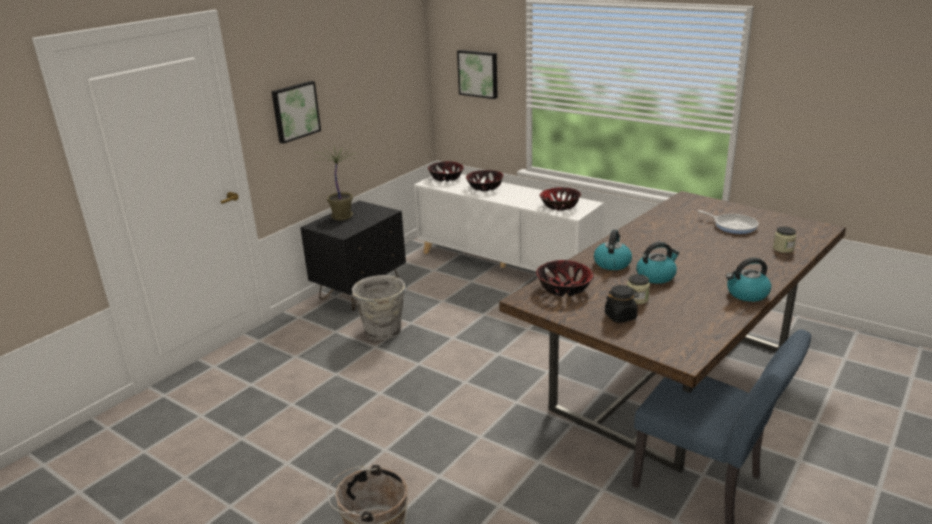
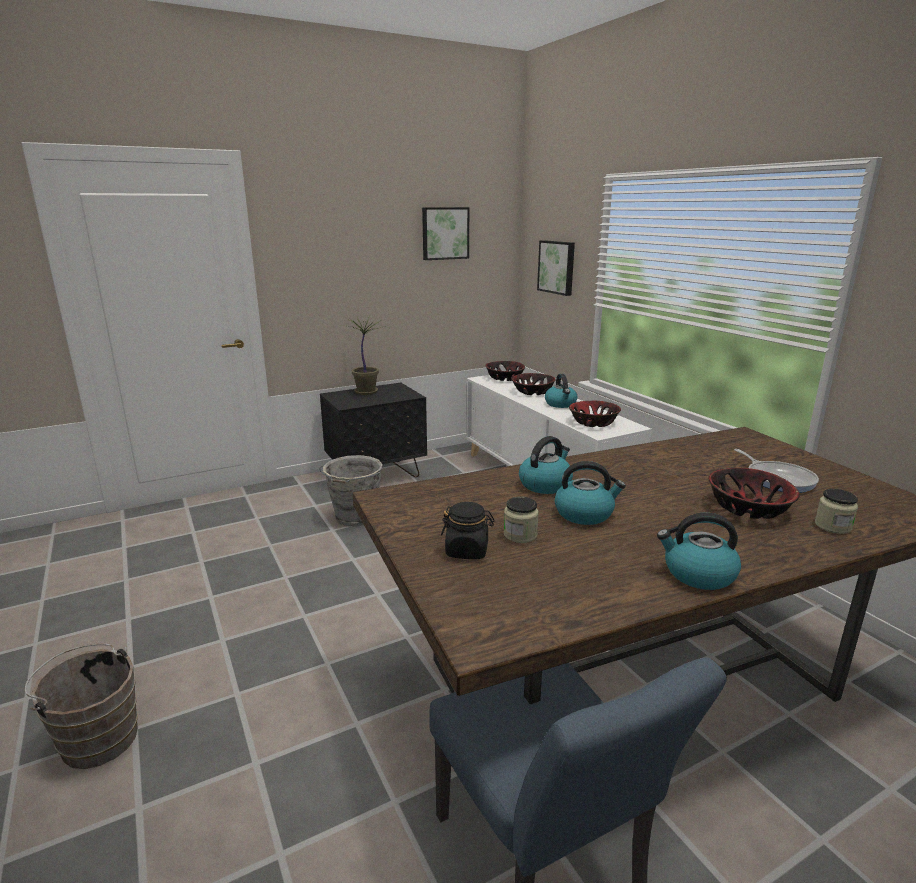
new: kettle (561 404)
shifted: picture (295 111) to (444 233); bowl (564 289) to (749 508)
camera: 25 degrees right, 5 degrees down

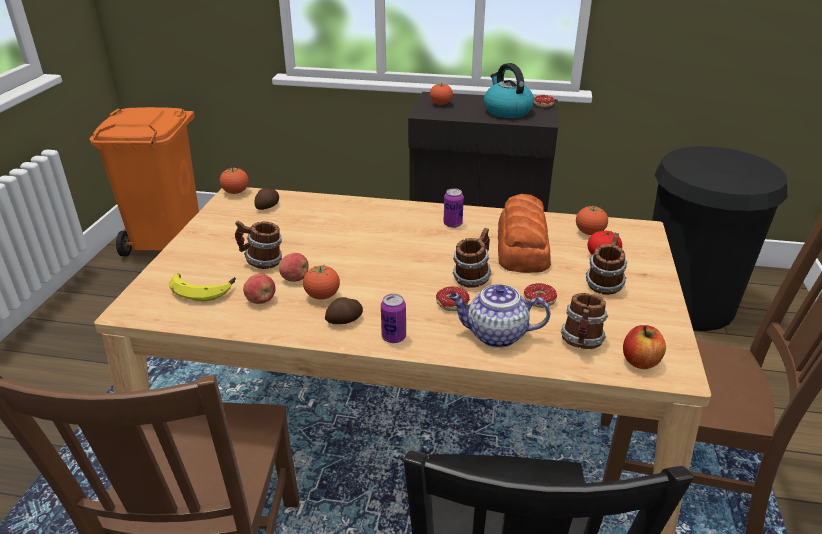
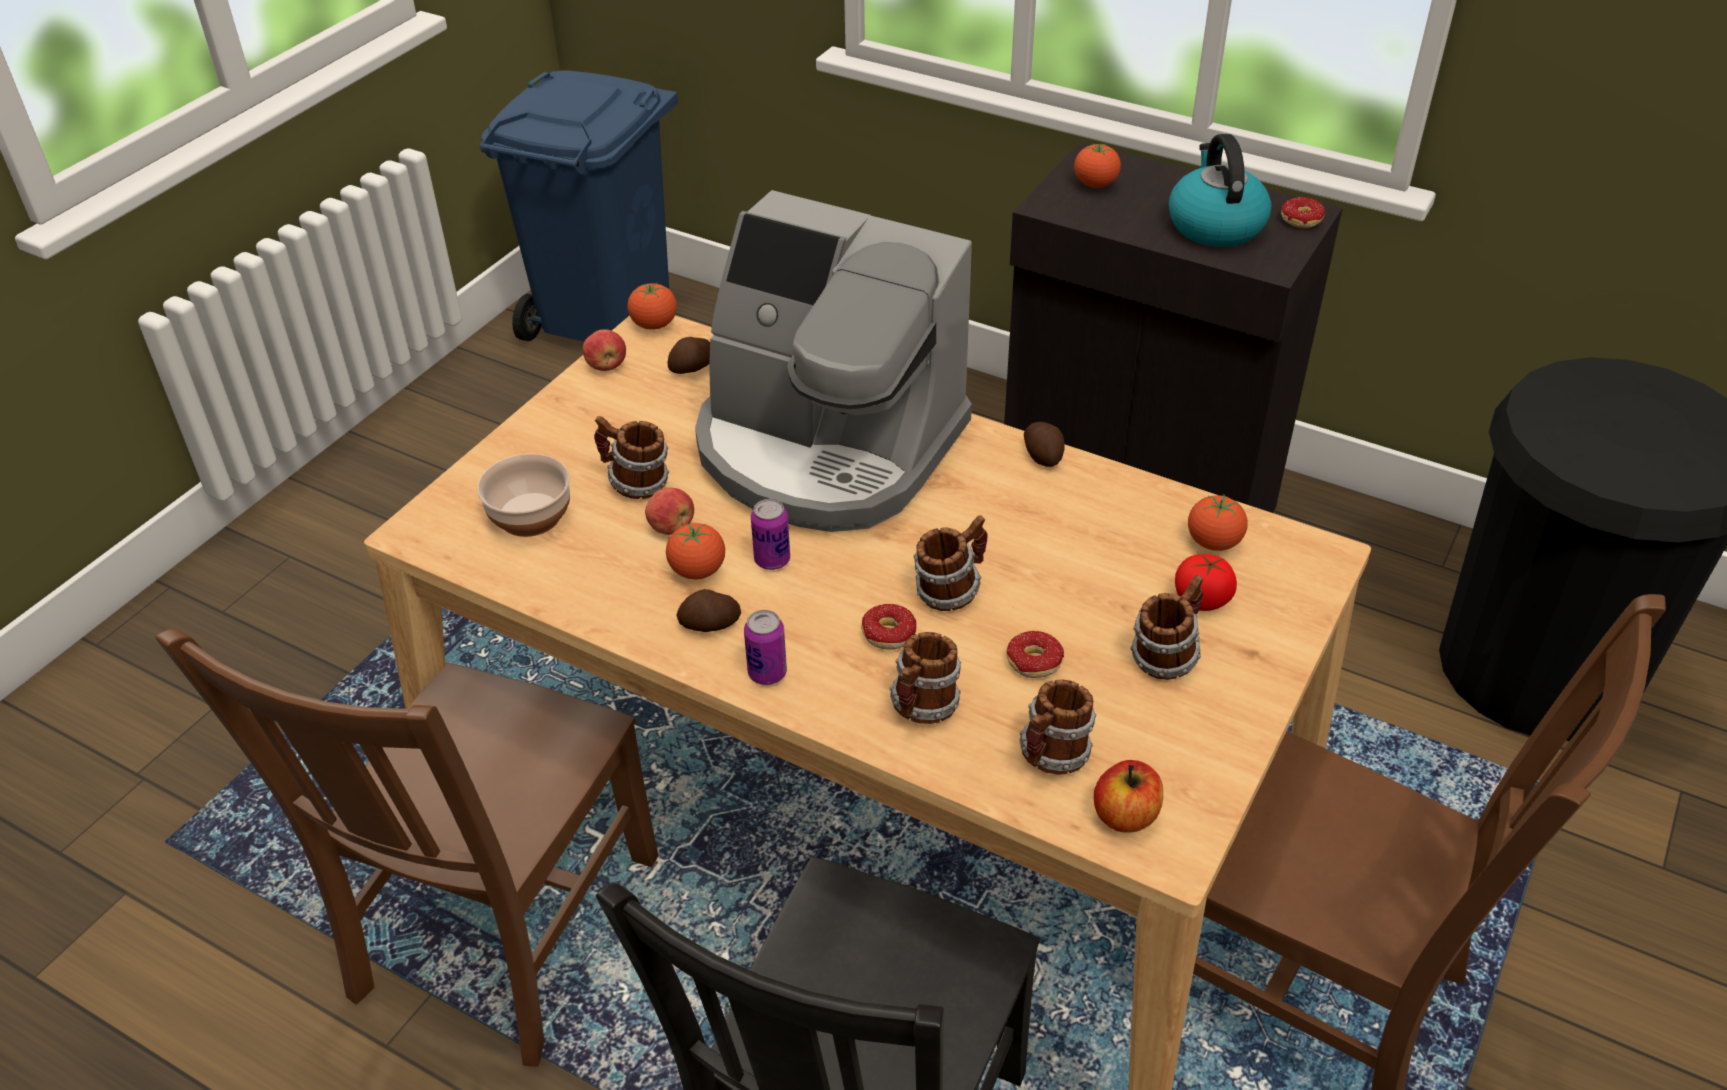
gone: bread (522 246)
new: coffee machine (827 448); potato (1043 455)
shifted: apple (261 300) to (606 366); can (452 224) to (772 560)
swapped: banana (203 289) to bowl (530 517); teapot (495 335) to mug (923 709)
repainted: orange trash can (169 241) to blue trash can (609 323)
camera: 20 degrees right, 10 degrees up

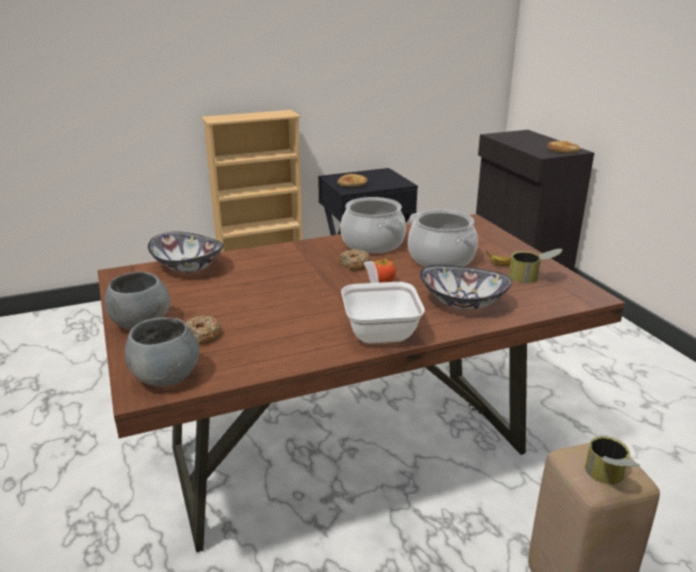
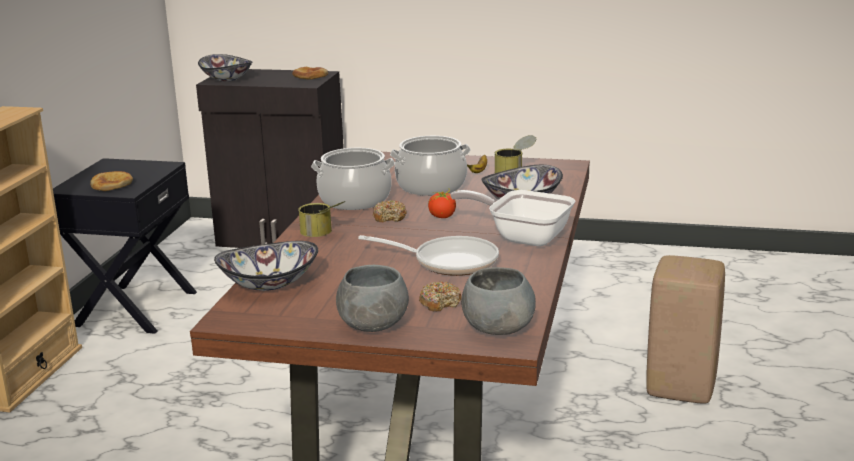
new: bowl (227 79); frying pan (448 262)
shifted: can (607 479) to (323 233)
camera: 55 degrees left, 5 degrees down

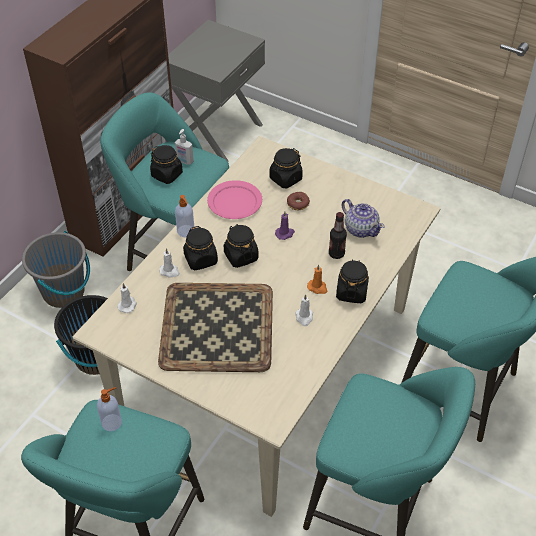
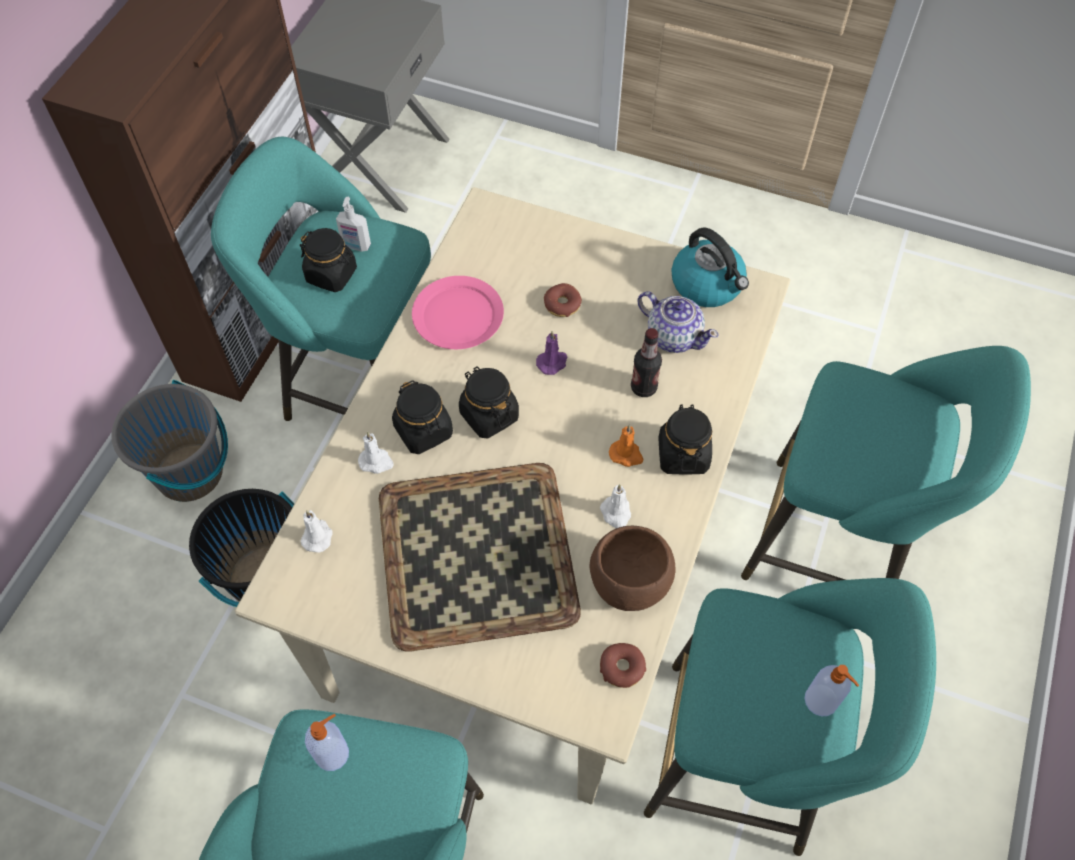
gone: black jar (285 179)
new: brown bowl (629 582); donut (622 667); kettle (708 285)
shifted: soap dispenser (186 231) to (822 701)
camera: 10 degrees left, 10 degrees up

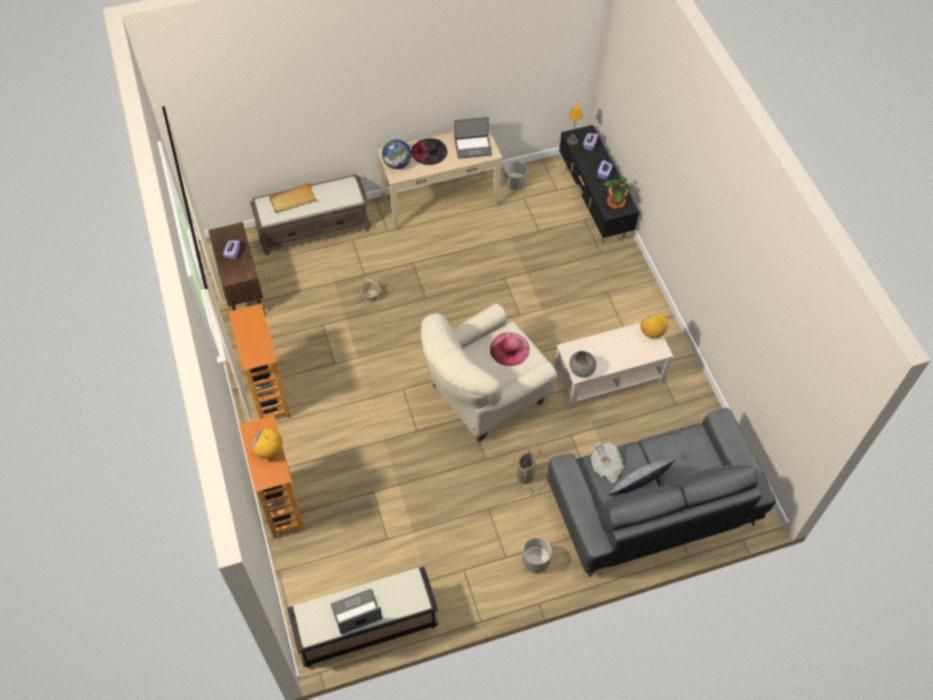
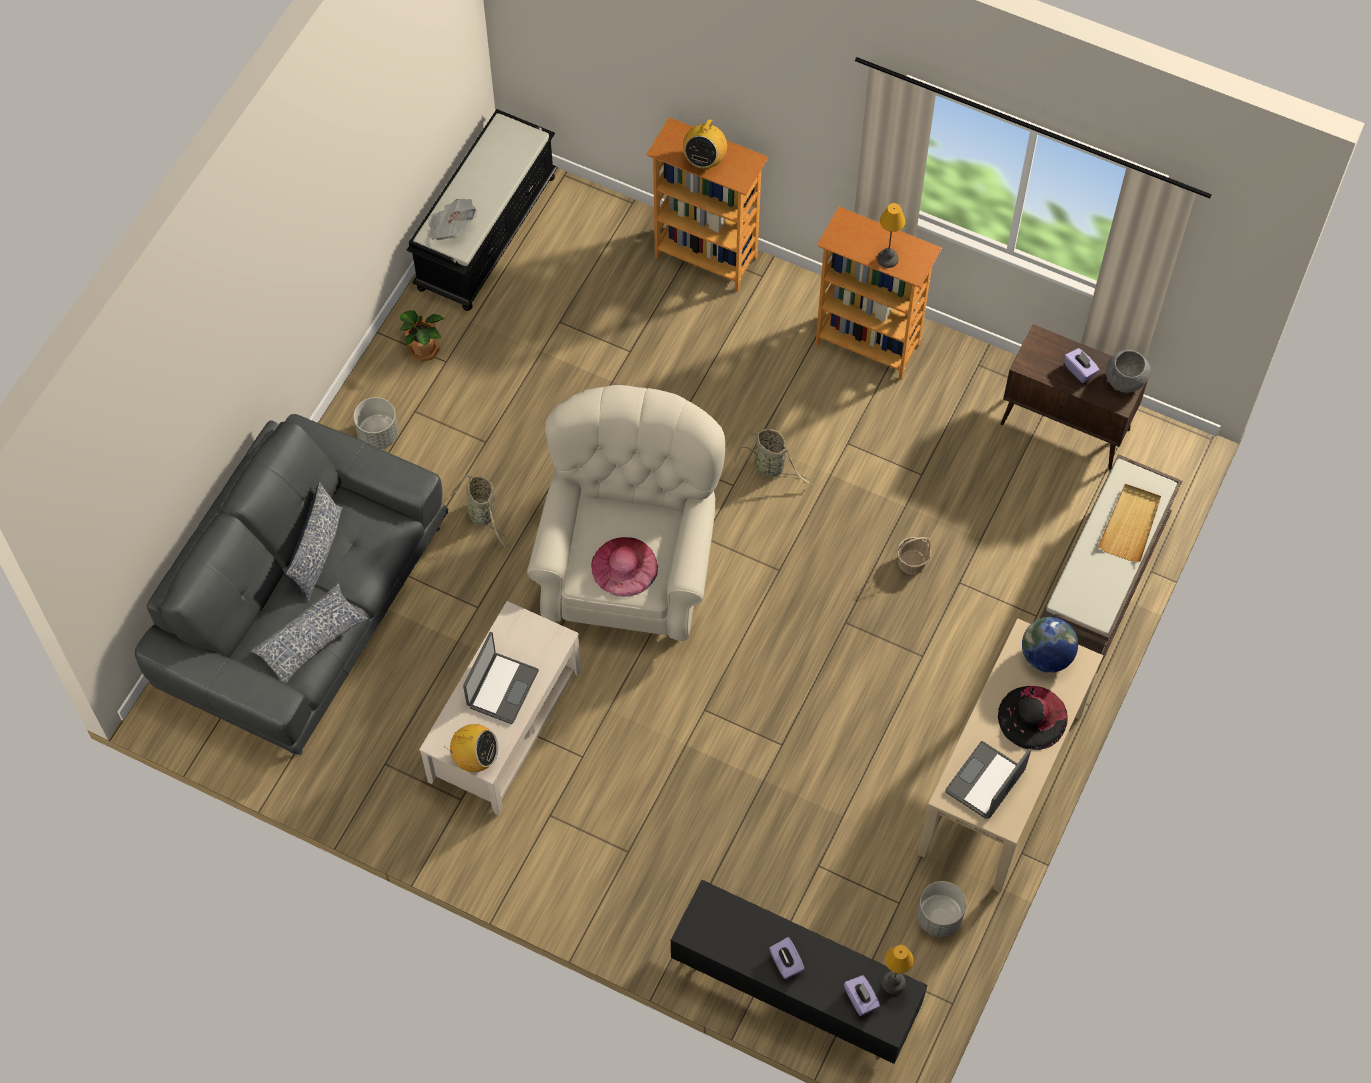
new: pillow (312 640); basket (771 467); table lamp (887 258)
shifted: laptop (356 613) to (501 688); grey bowl (581 370) to (1124 381); newspaper (606 467) to (452 227); potted plant (615 203) to (423 349)
rotated: radio (269 451) = (704 160) 135 degrees clockwise
camera: 135 degrees right, 5 degrees up

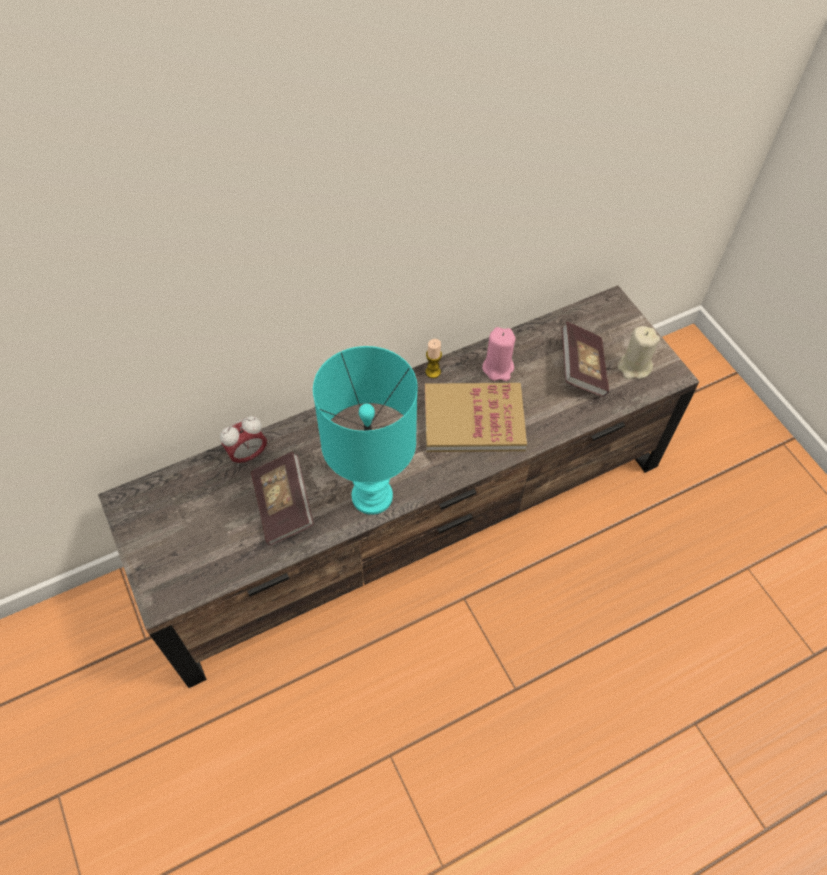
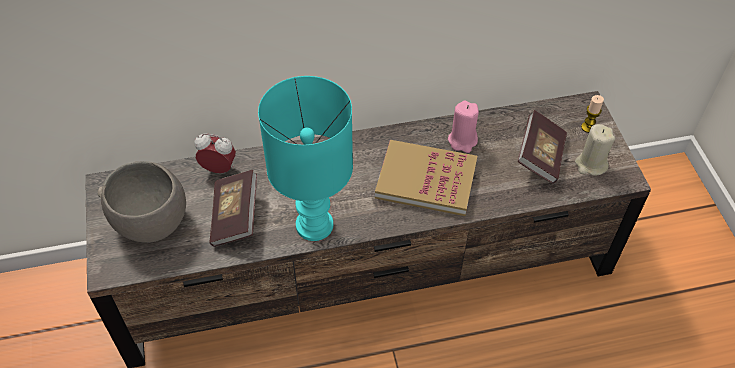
new: grey bowl (149 221)
shifted: candle (433 372) to (588 127)
rotated: alarm clock (248 455) = (219 169) 150 degrees counterclockwise
camera: 15 degrees right, 5 degrees down

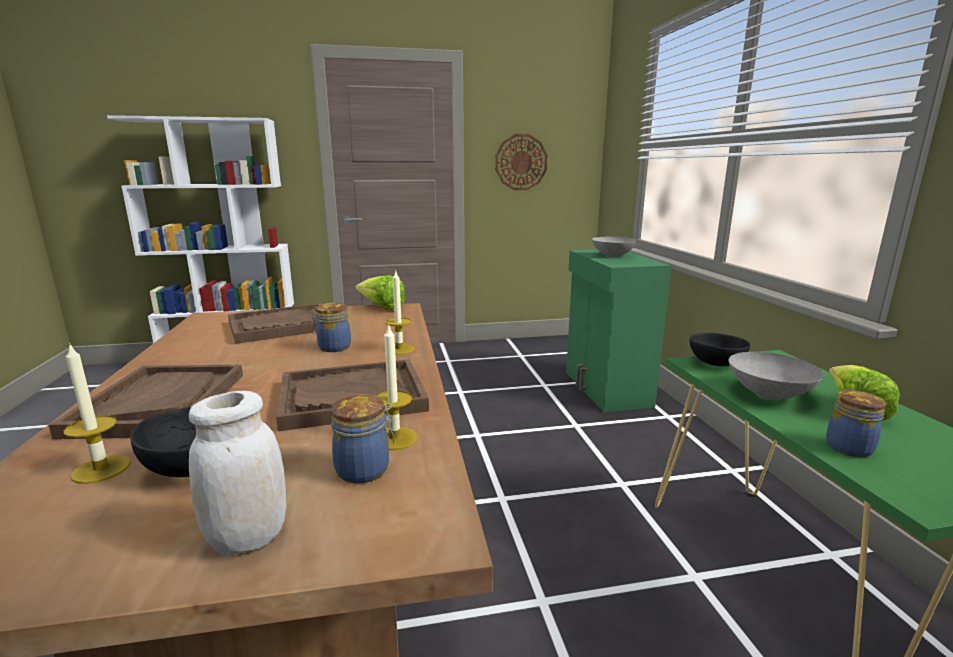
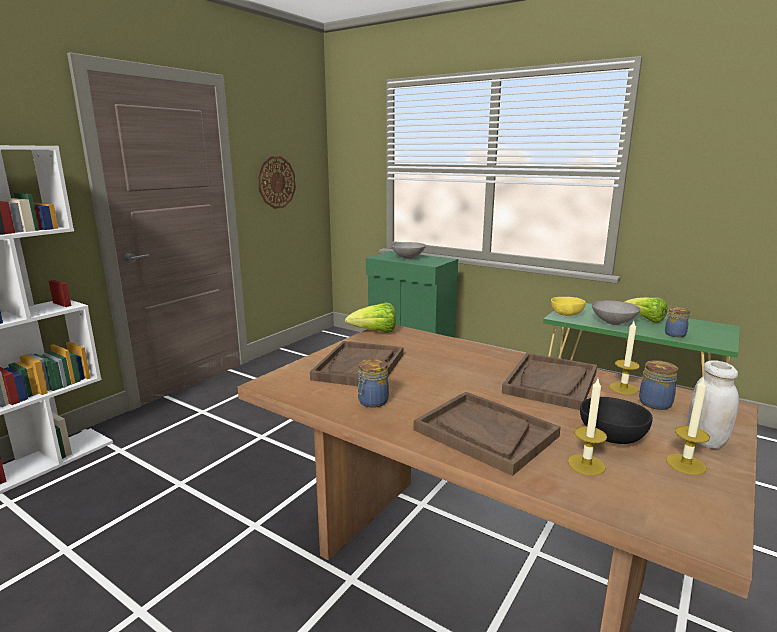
shifted: jar (333 347) to (372 402); candle (399 349) to (686 464)
repainted: black bowl (714 364) to yellow bowl (566 315)
camera: 45 degrees left, 0 degrees up

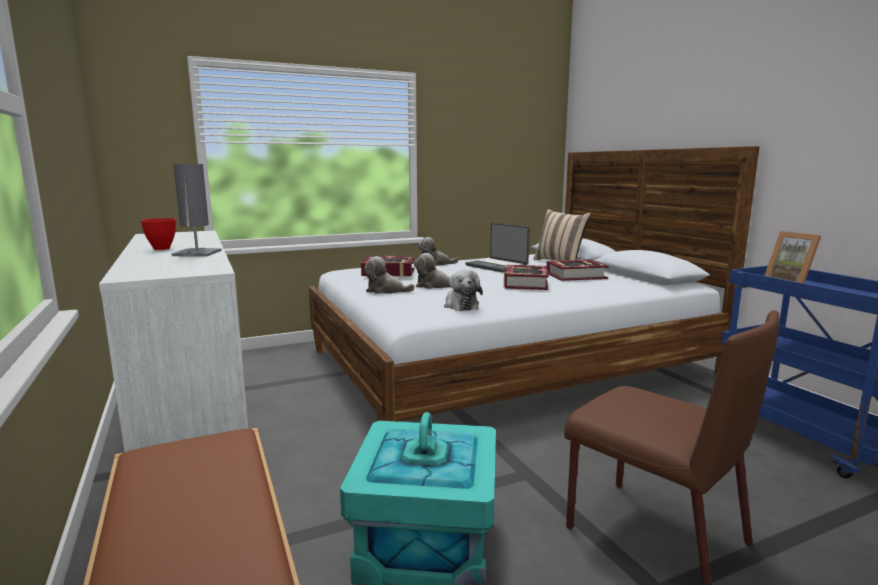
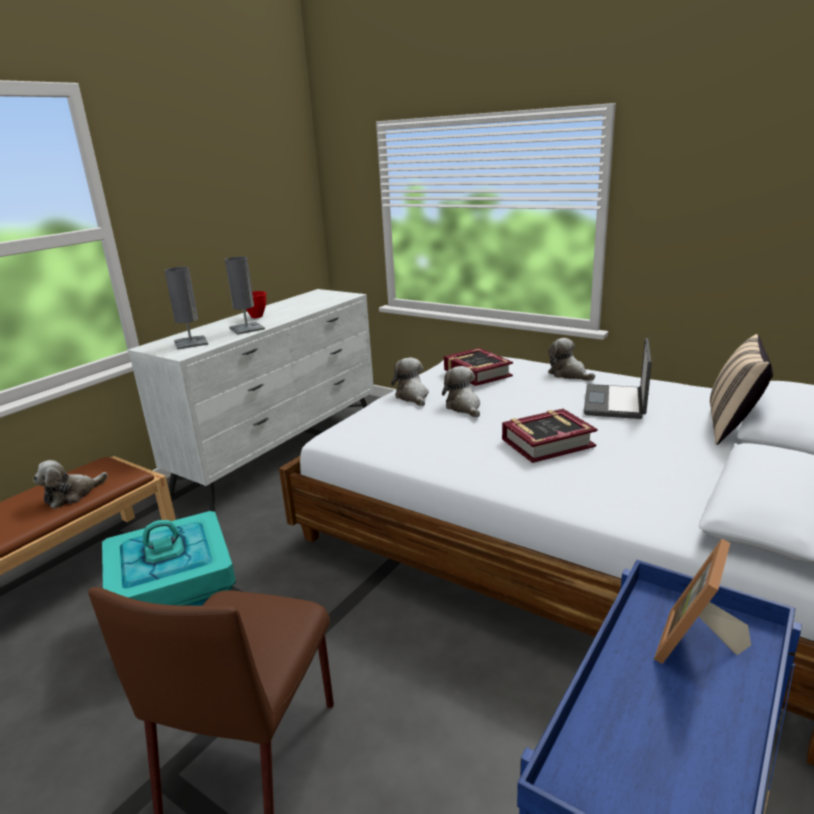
gone: book (576 276)
new: grey table lamp (191 343)
shifted: plush toy (460 305) to (72 495)
camera: 60 degrees right, 10 degrees up

